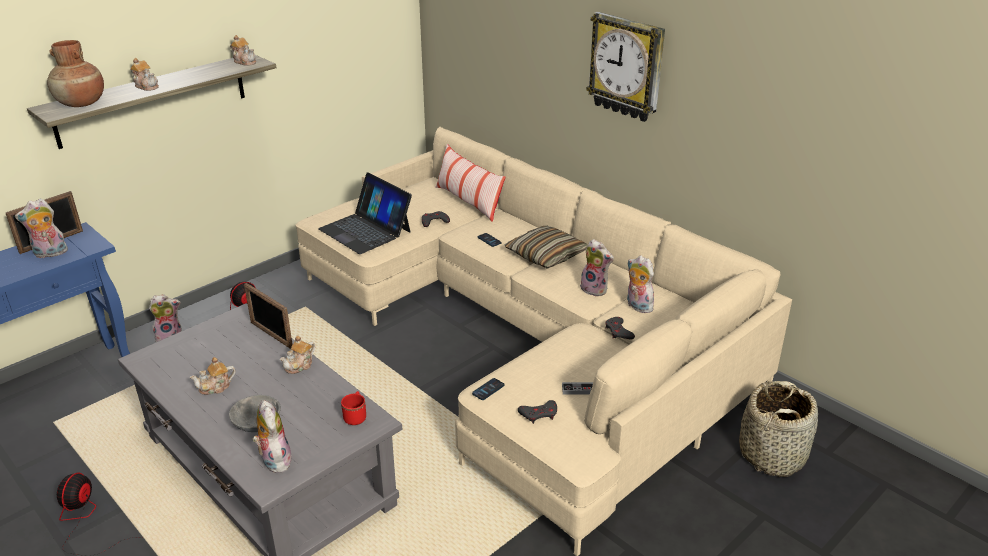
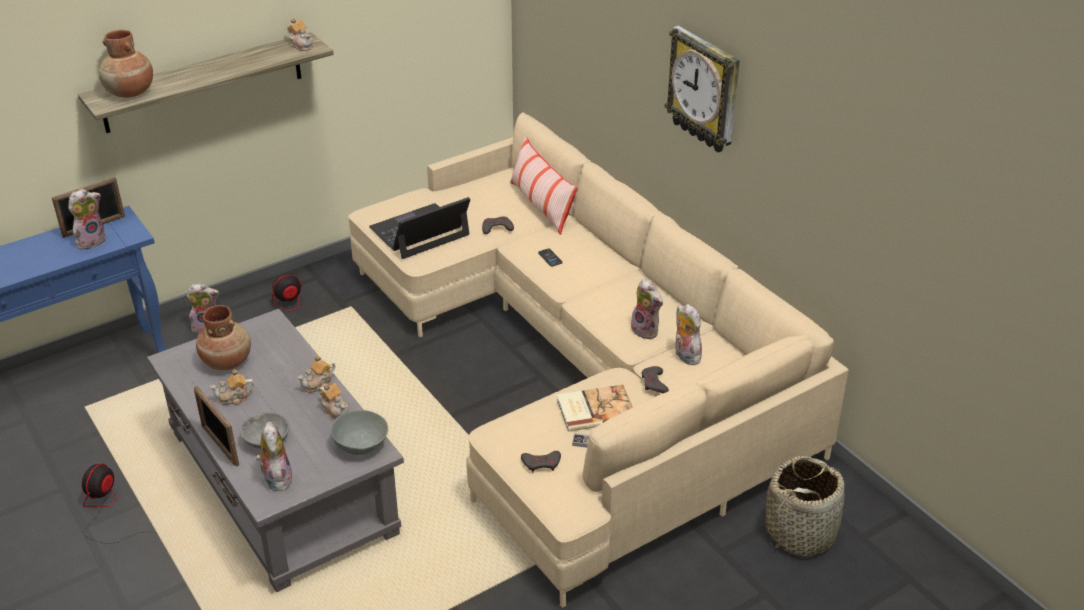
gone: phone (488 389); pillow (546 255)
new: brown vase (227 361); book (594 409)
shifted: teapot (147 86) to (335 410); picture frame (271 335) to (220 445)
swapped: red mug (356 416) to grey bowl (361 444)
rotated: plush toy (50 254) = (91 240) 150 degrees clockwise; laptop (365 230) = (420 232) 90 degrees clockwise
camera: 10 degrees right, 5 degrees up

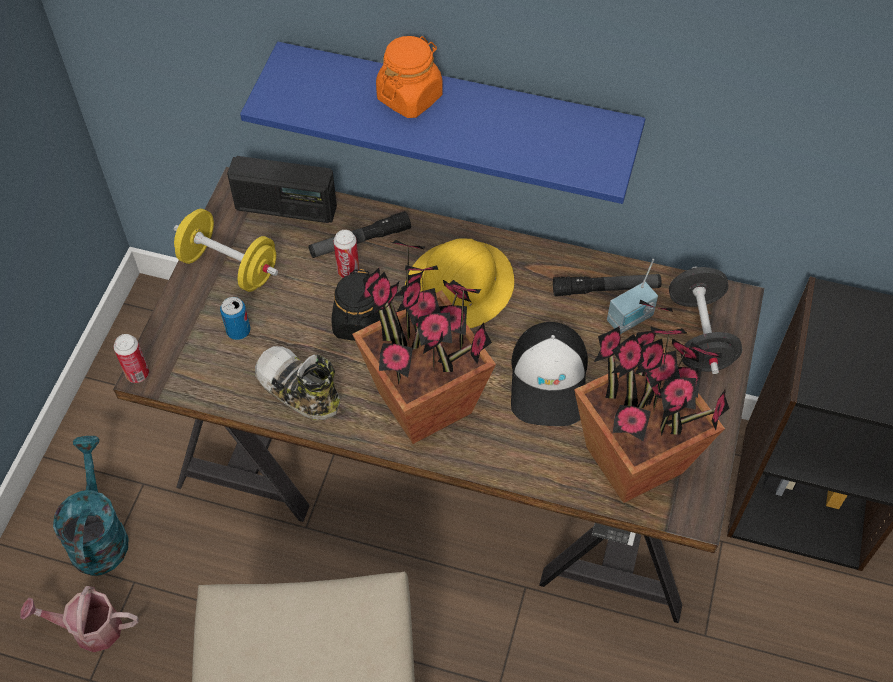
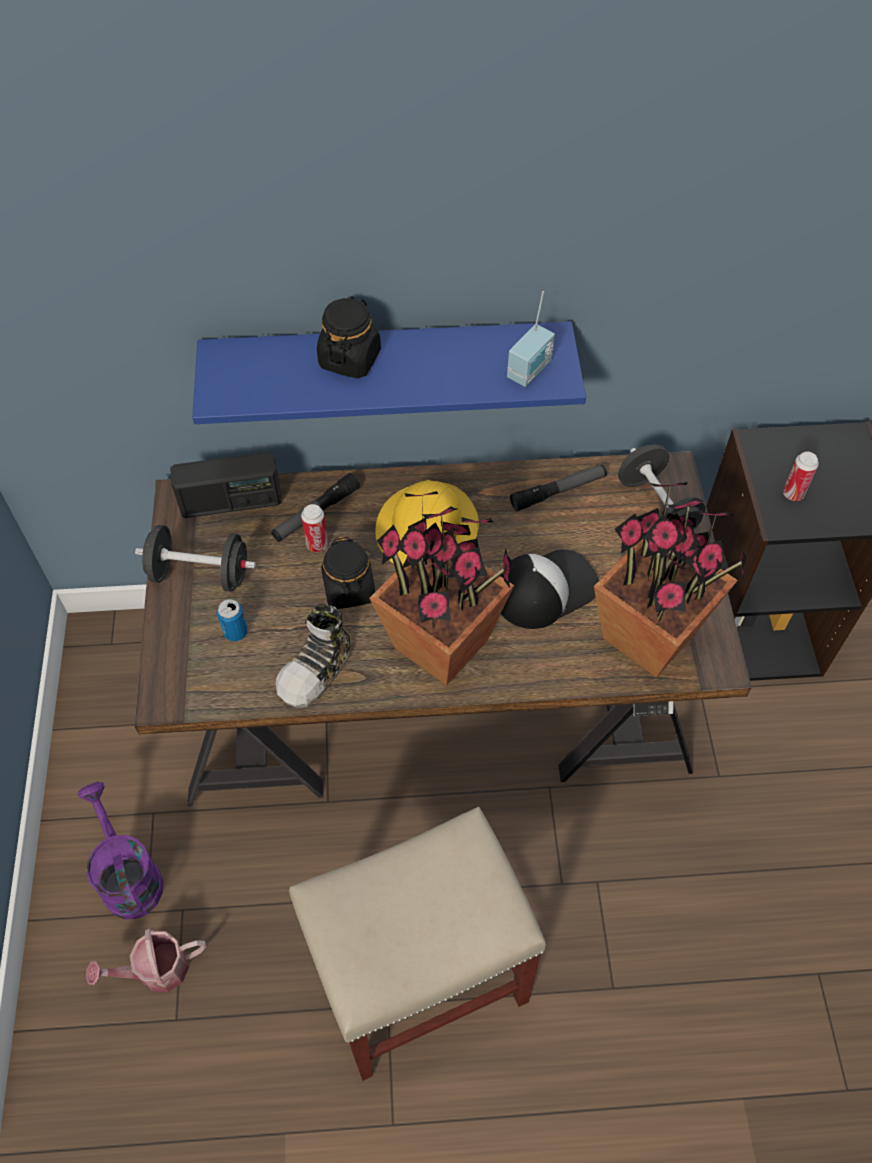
shifted: can (137 374) to (793 494); radio (631 320) to (531 371)
repainted: turquoise watering can (99 533) to purple watering can (128 875); yellow dumbbell (229 267) to black dumbbell (200 574); orange jar (410 97) to black jar (350 359)
rotated: shoe (298 390) = (317 670) 75 degrees counterclockwise; cap (549 381) = (544 589) 105 degrees counterclockwise
camera: 20 degrees left, 0 degrees up

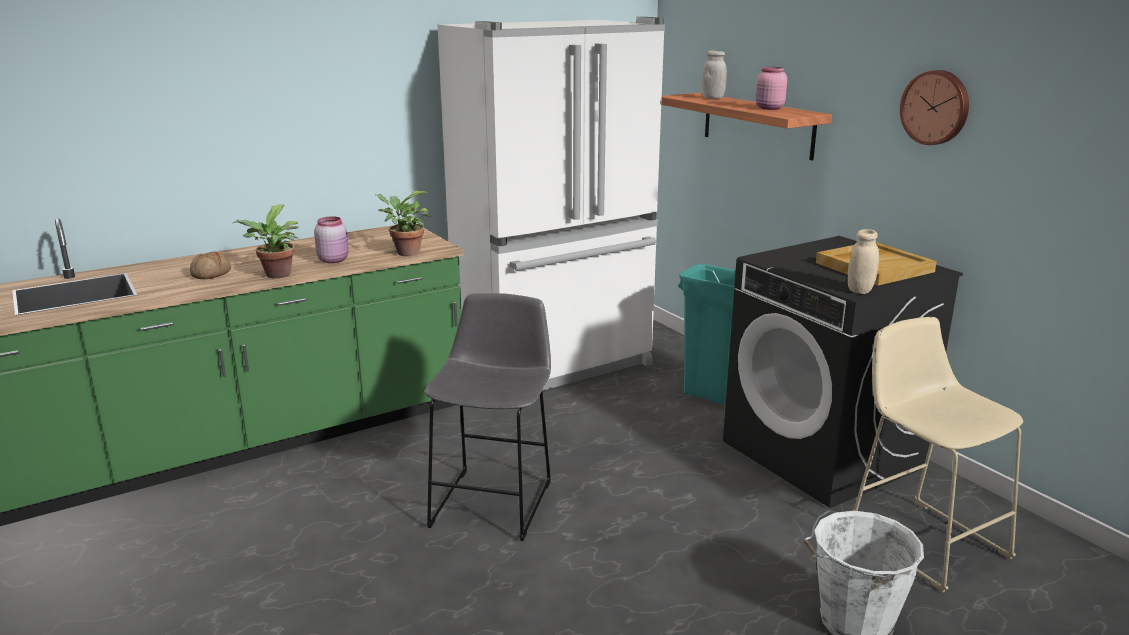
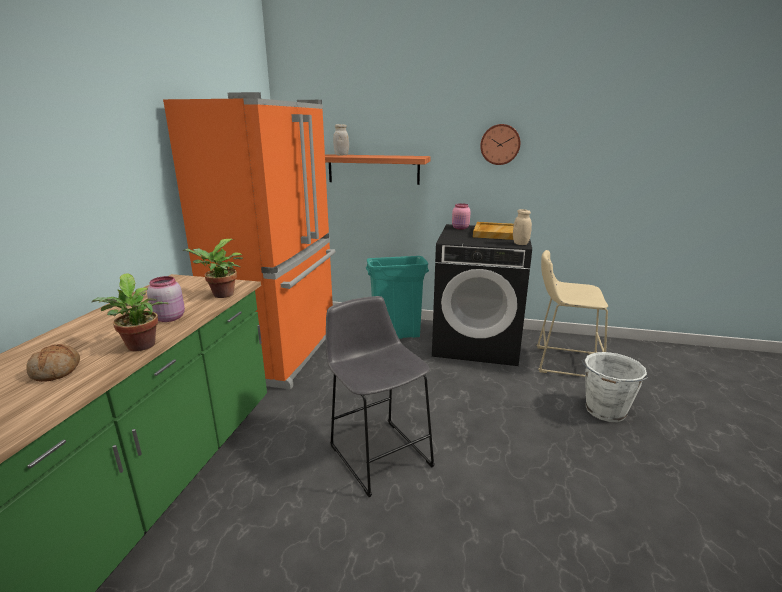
shifted: pink jar (769 108) to (460 228)
repainted: white fridge (557 365) to orange fridge (282 353)
camera: 45 degrees left, 0 degrees up

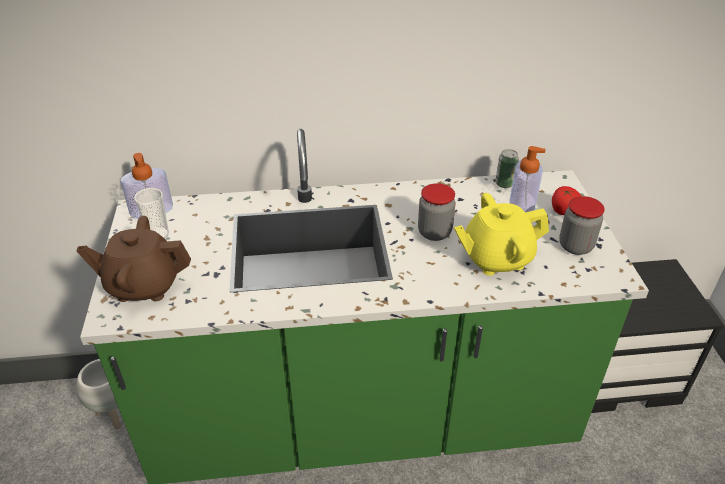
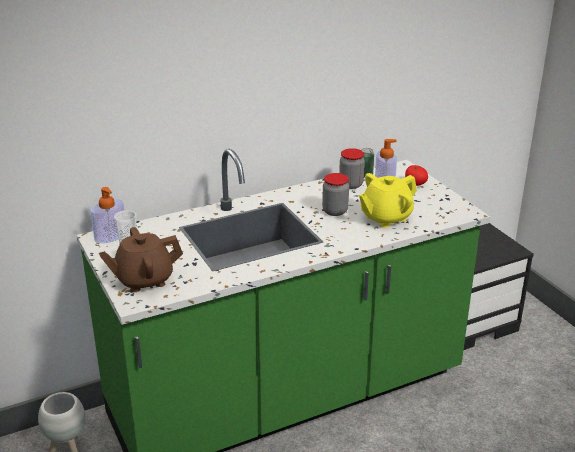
shifted: jar (575 246) to (351 184)
camera: 20 degrees left, 10 degrees down

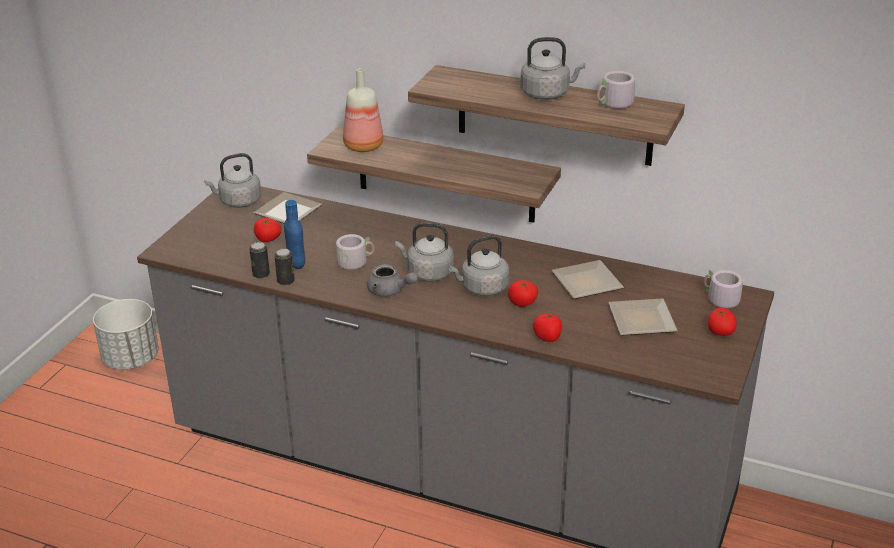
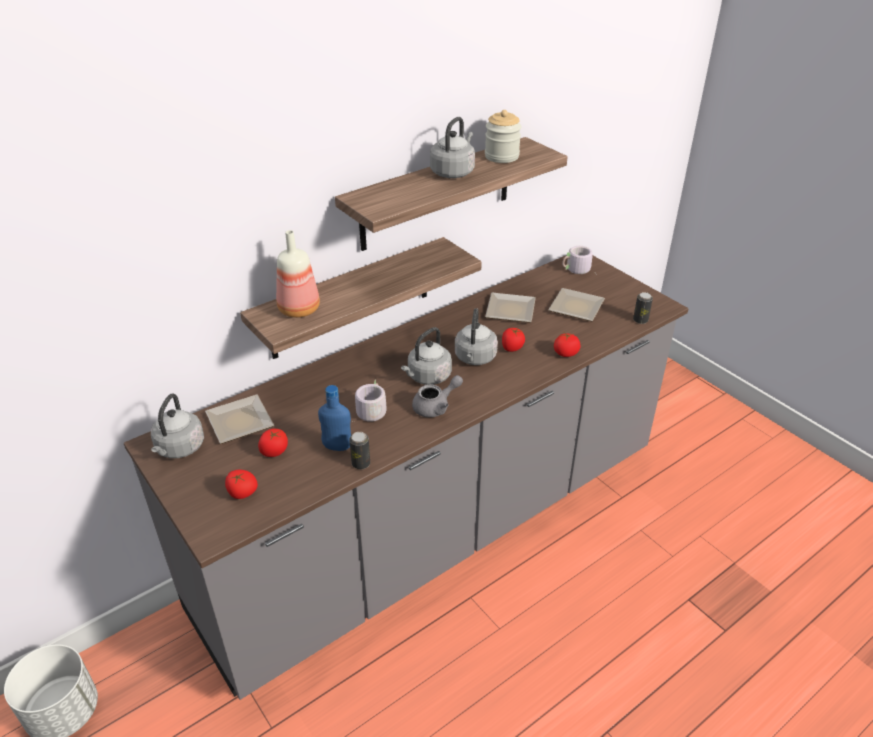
shifted: can (261 274) to (640 320); tomato (720 332) to (242 493)
swapped: grey mug (614 105) to jar (501 156)
camera: 60 degrees left, 5 degrees up

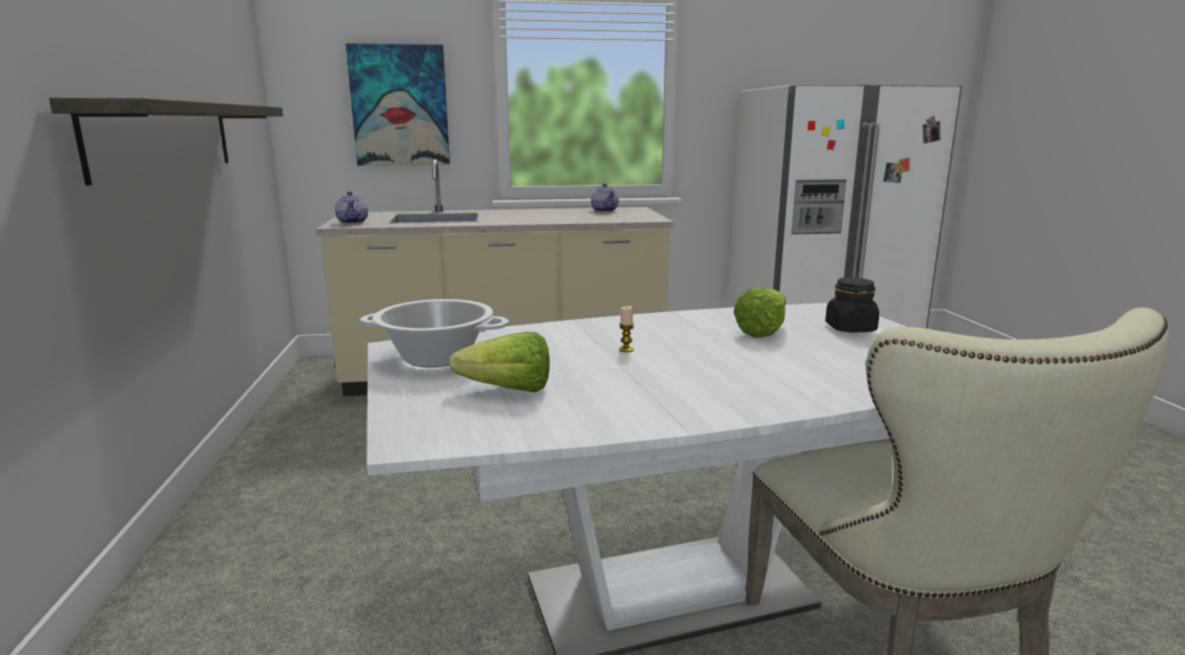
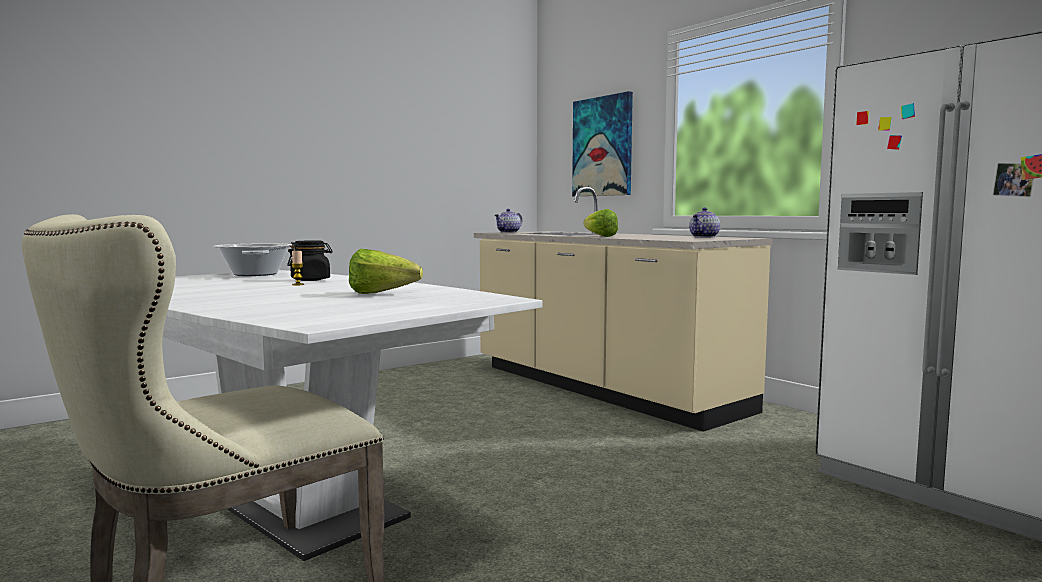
gone: shelf (165 138)
shifted: lettuce (500 390) to (598 236); black jar (850 328) to (310 280)
camera: 60 degrees right, 10 degrees down

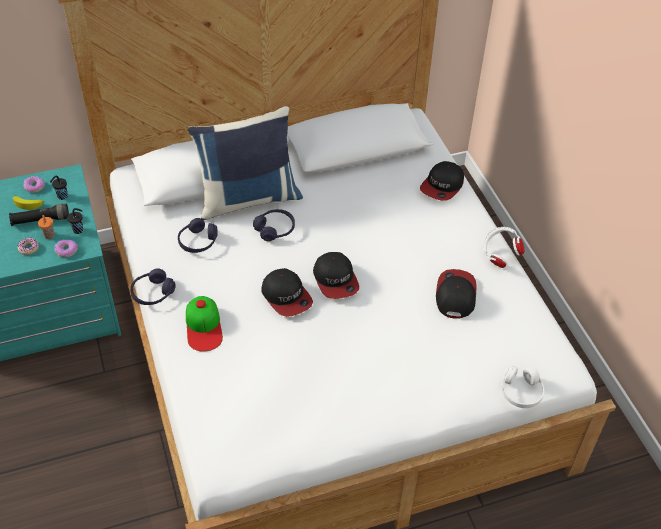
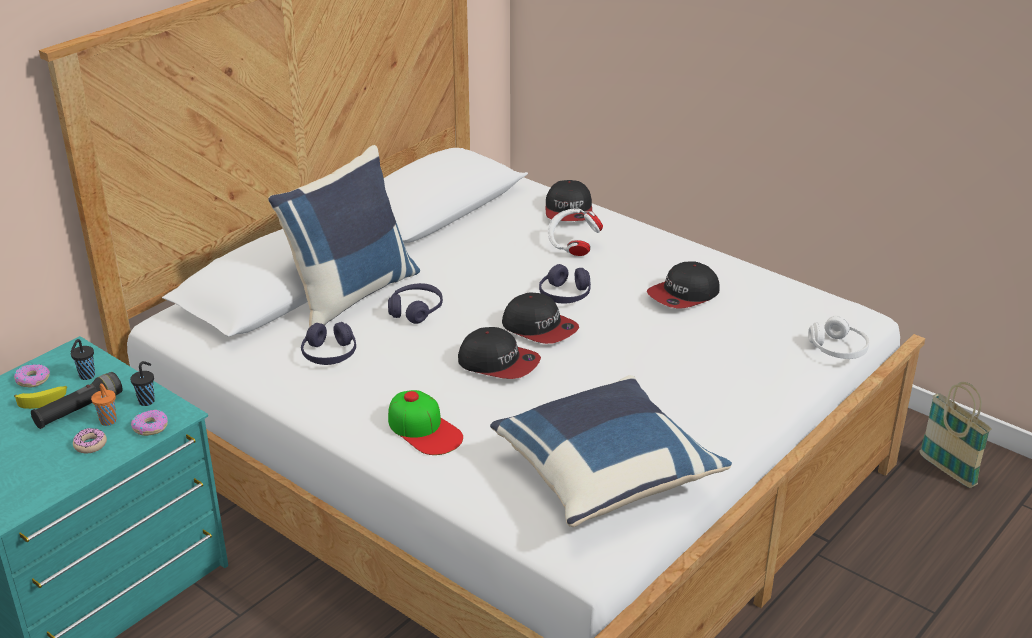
new: blue pillow (604 474); basket (947 471)
shifted: purple headphones (153 293) to (565 295); white headphones (499 255) to (572 246)
rotated: cap (455 295) = (683 295) 105 degrees counterclockwise
camera: 30 degrees left, 15 degrees down

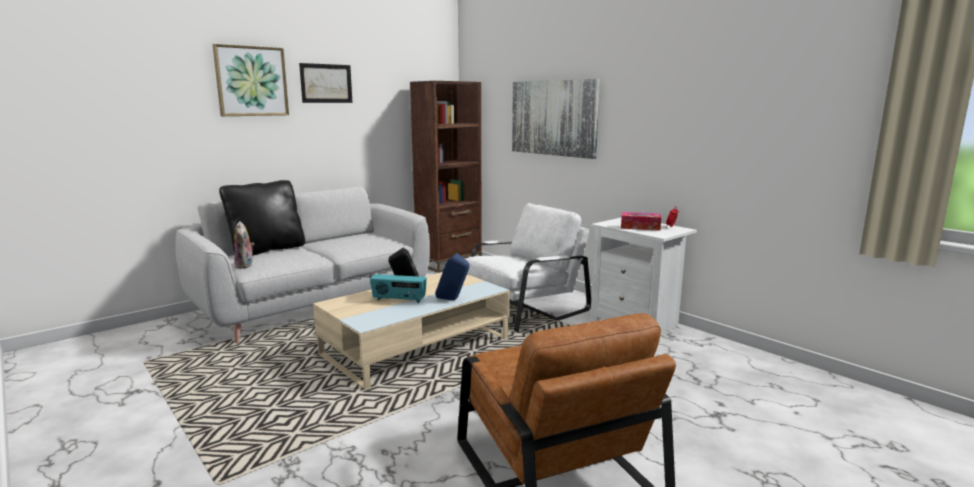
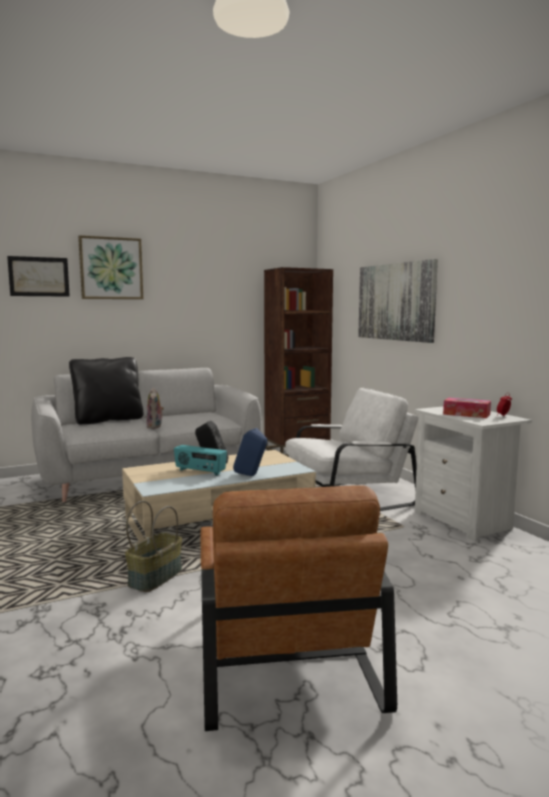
new: basket (155 577)
shifted: plush toy (245 265) to (155 427); picture (326 83) to (39 276)
camera: 15 degrees right, 5 degrees down

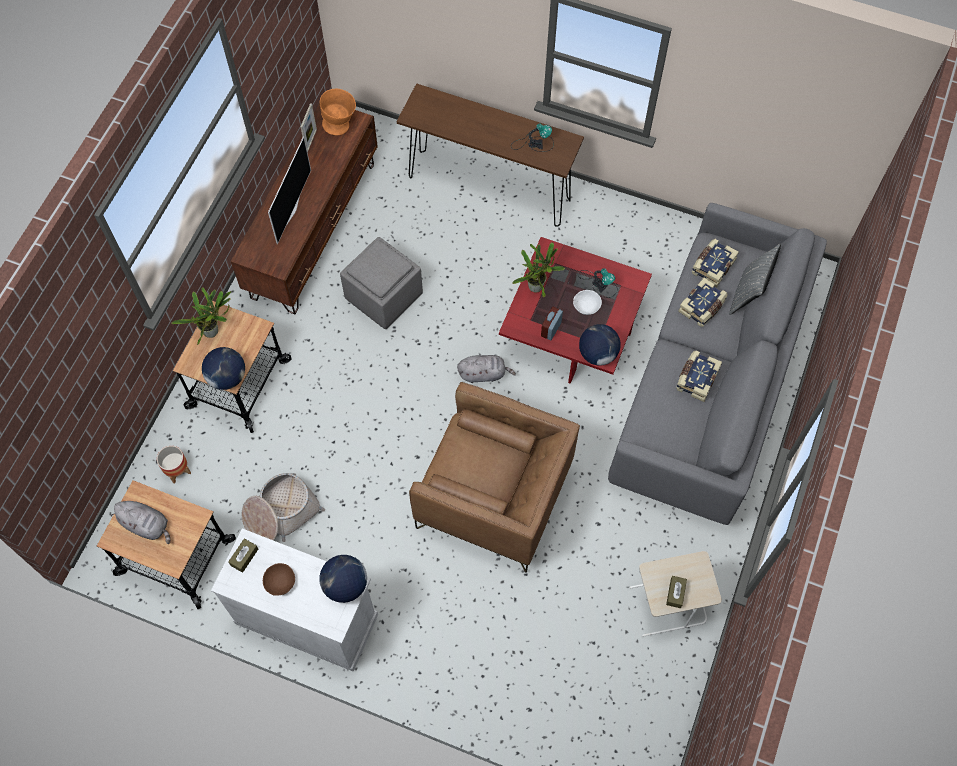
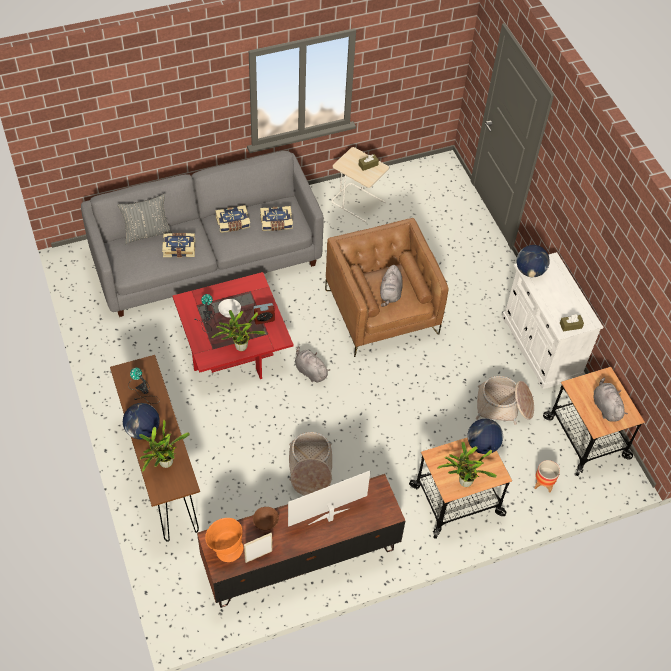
new: potted plant (164 463); grey plush toy (390 293)
shifted: brown bowl (280 582) to (266 522); globe (597 354) to (143 430); book (712 266) to (276 223)
swapped: grey ottoman (384 295) to basket (310 469)
camera: 135 degrees left, 10 degrees down

